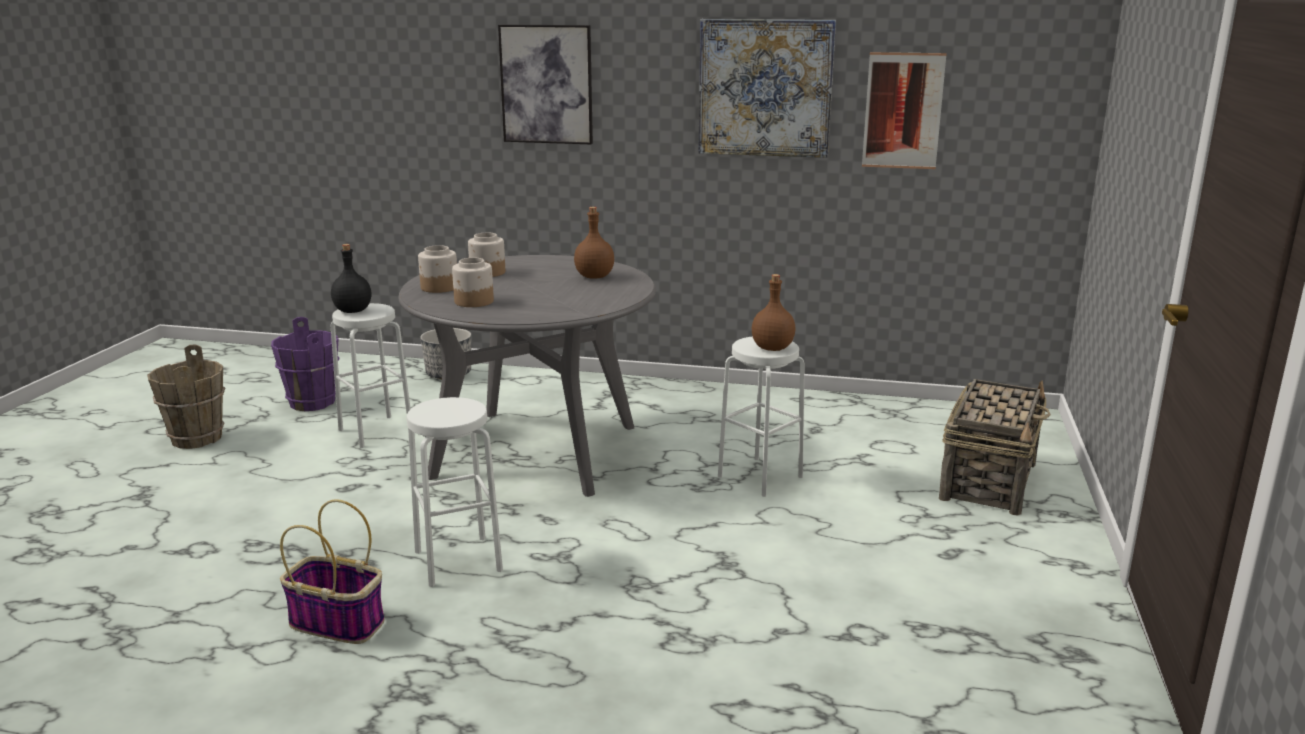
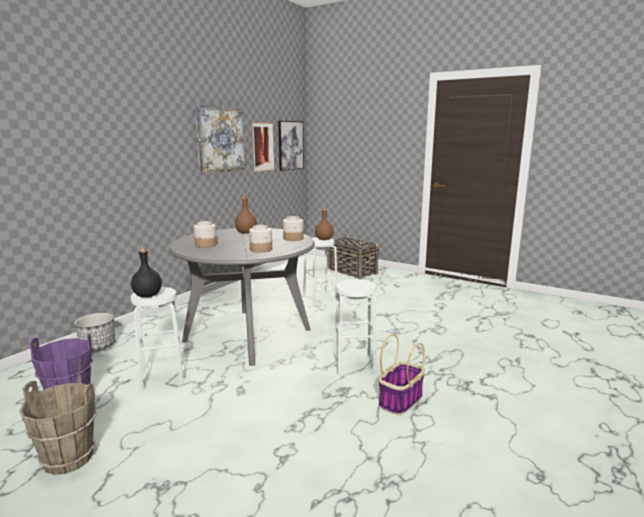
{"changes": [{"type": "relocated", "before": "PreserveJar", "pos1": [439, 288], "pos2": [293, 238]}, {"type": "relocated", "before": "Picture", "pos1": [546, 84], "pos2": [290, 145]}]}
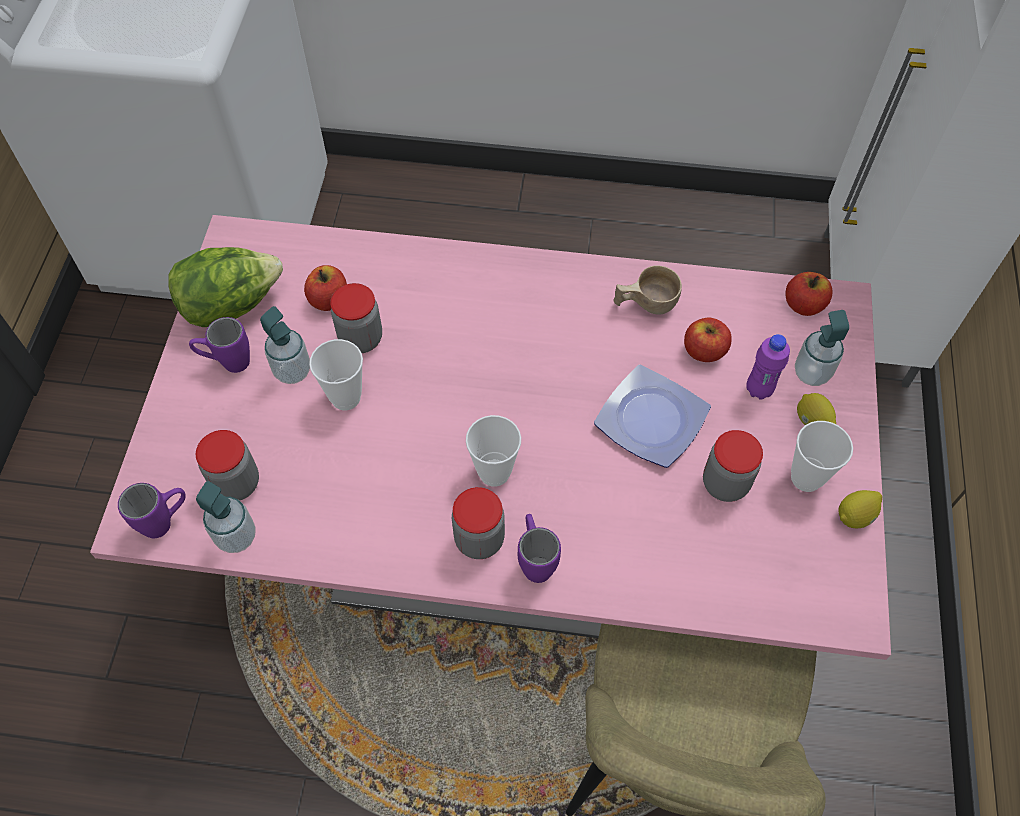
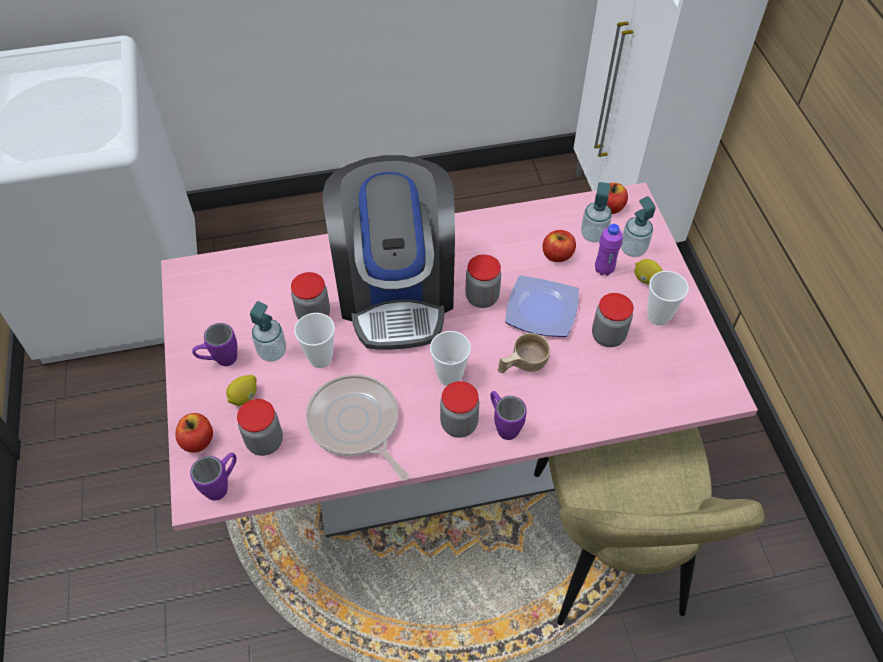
{"changes": [{"type": "missing", "before": "Lettuce", "pos1": [232, 306]}, {"type": "appeared", "after": "FryingPan", "pos2": [356, 424]}, {"type": "appeared", "after": "CoffeeBrewer", "pos2": [396, 290]}, {"type": "appeared", "after": "PreserveJar", "pos2": [482, 297]}, {"type": "relocated", "before": "LiquidSoapBottle", "pos1": [236, 537], "pos2": [593, 235]}, {"type": "relocated", "before": "AppleFruit", "pos1": [329, 300], "pos2": [198, 440]}, {"type": "relocated", "before": "BeigeColouredCup", "pos1": [645, 304], "pos2": [522, 365]}, {"type": "relocated", "before": "WholeLemon", "pos1": [855, 516], "pos2": [244, 397]}]}
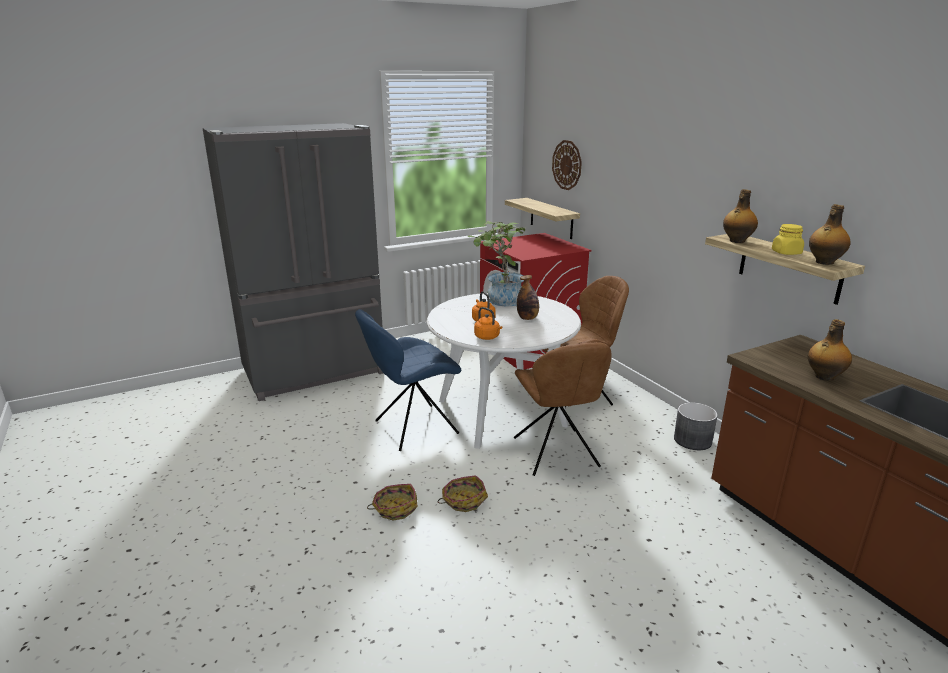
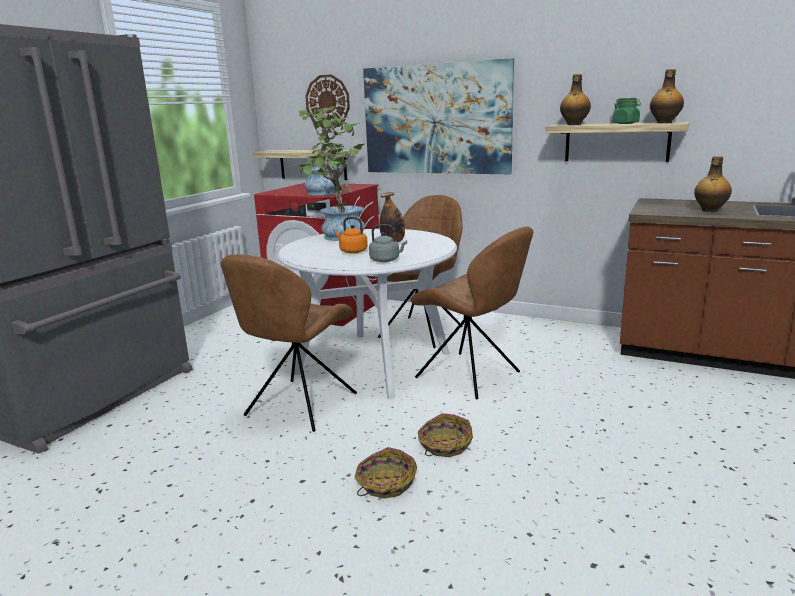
{"changes": [{"type": "missing", "before": "GrayPlanter", "pos1": [692, 440]}, {"type": "appeared", "after": "PottedPlant", "pos2": [330, 192]}, {"type": "appeared", "after": "Picture", "pos2": [436, 119]}, {"type": "colour", "before": "BluishUprightChair", "after": "BrownColouredUprightChair", "pos1": [413, 428], "pos2": [299, 406]}, {"type": "colour", "before": "OrangeTeaKettle", "after": "GrayTeaKettle", "pos1": [488, 337], "pos2": [386, 260]}, {"type": "colour", "before": "YellowishPreserveJar", "after": "GreenColouredPreserveJar", "pos1": [786, 253], "pos2": [625, 123]}]}
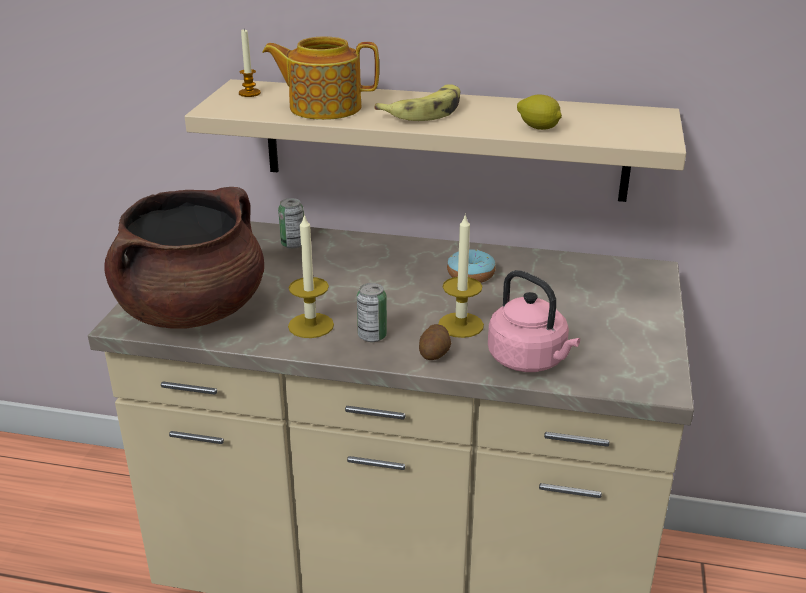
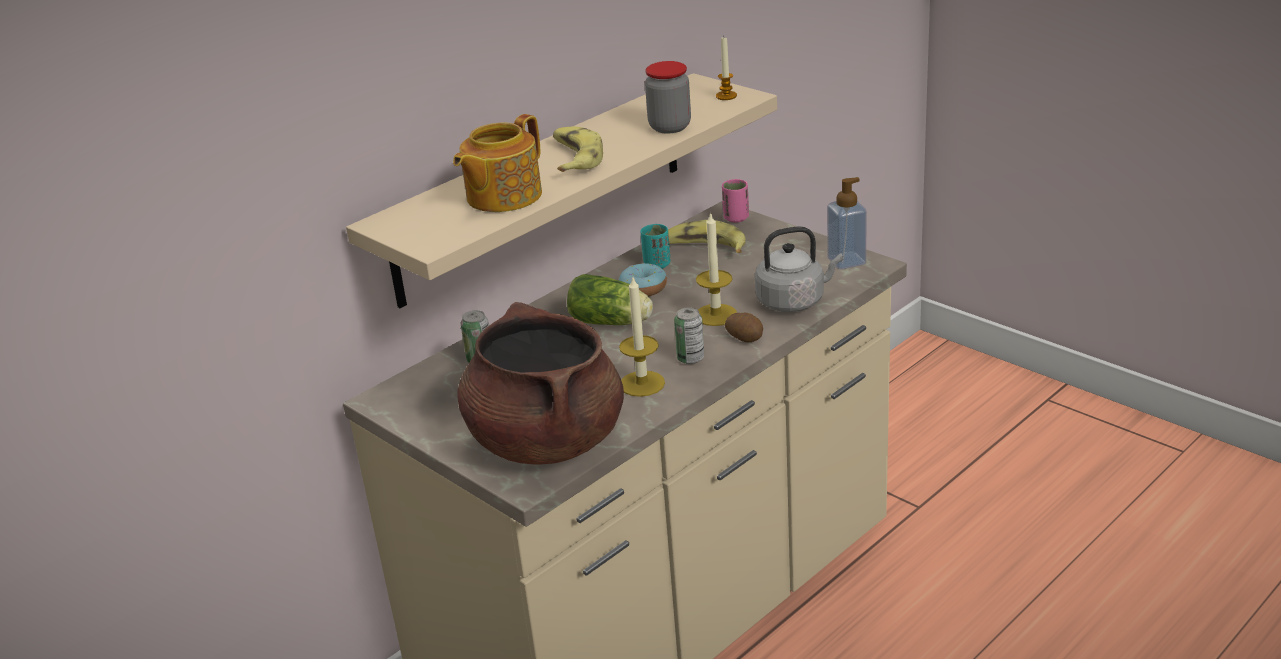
{"changes": [{"type": "appeared", "after": "Lettuce", "pos2": [612, 322]}, {"type": "appeared", "after": "TurquoiseCup", "pos2": [657, 265]}, {"type": "appeared", "after": "Banana", "pos2": [704, 247]}, {"type": "appeared", "after": "PinkishCup", "pos2": [736, 218]}, {"type": "appeared", "after": "LiquidSoapBottle", "pos2": [846, 261]}, {"type": "relocated", "before": "WaxLight", "pos1": [249, 93], "pos2": [726, 96]}, {"type": "exchanged", "before": "WholeLemon", "after": "PreserveJar", "pos1": [538, 128], "pos2": [669, 127]}, {"type": "colour", "before": "PinkishTeaKettle", "after": "GrayTeaKettle", "pos1": [530, 360], "pos2": [794, 301]}]}
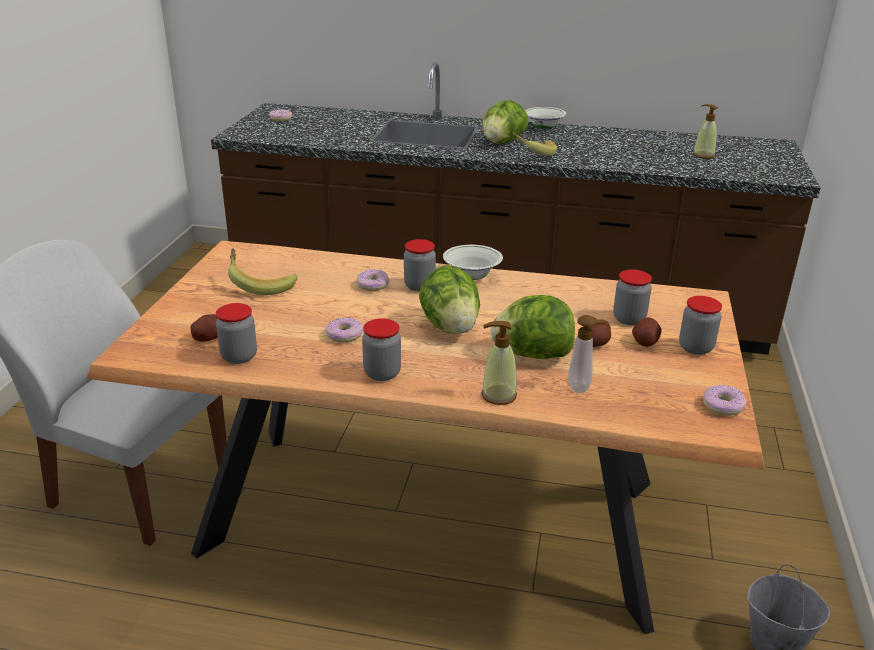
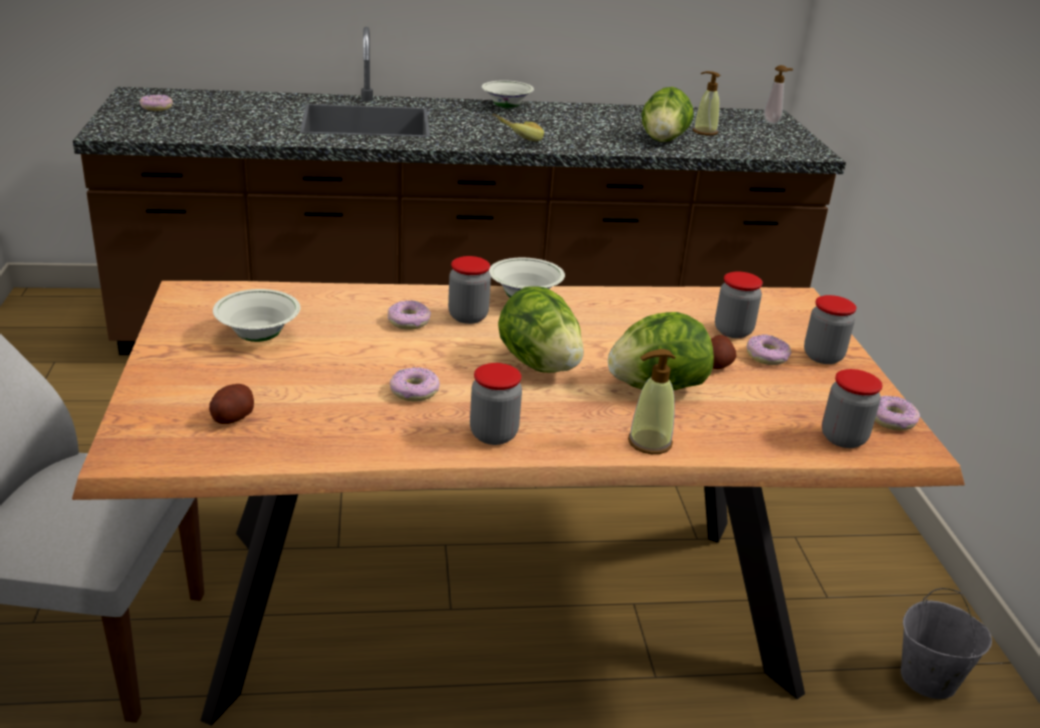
{"changes": [{"type": "relocated", "before": "PreserveJar", "pos1": [239, 356], "pos2": [843, 438]}, {"type": "relocated", "before": "Lettuce", "pos1": [502, 142], "pos2": [664, 140]}, {"type": "relocated", "before": "LiquidSoapBottle", "pos1": [581, 388], "pos2": [772, 122]}, {"type": "exchanged", "before": "Banana", "after": "WhitishBowl", "pos1": [260, 285], "pos2": [258, 337]}, {"type": "exchanged", "before": "Potato", "after": "Donut", "pos1": [645, 342], "pos2": [767, 356]}]}
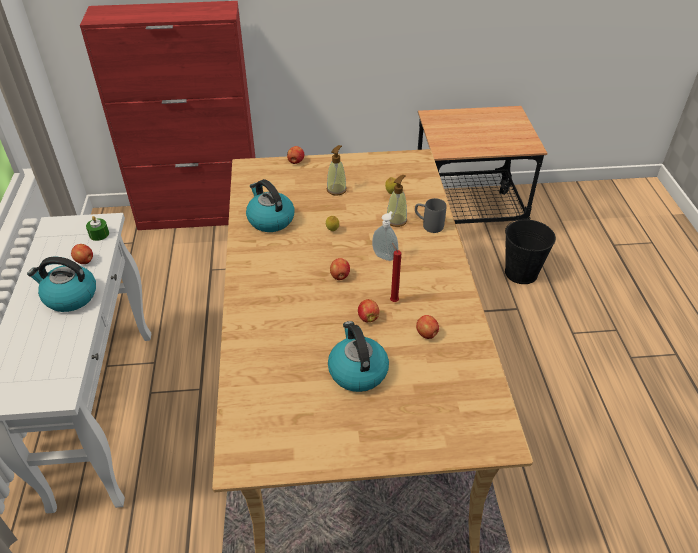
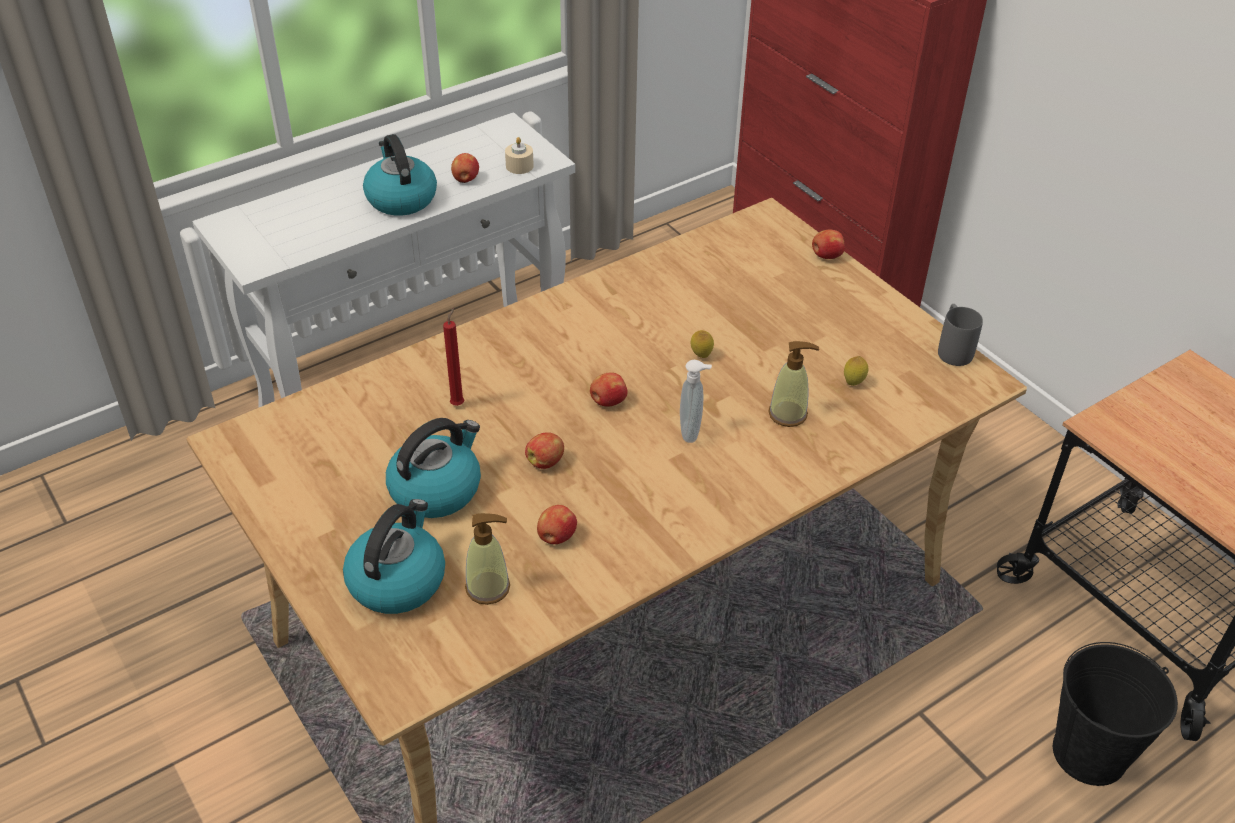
{"changes": [{"type": "relocated", "before": "TeaKettle", "pos1": [270, 220], "pos2": [397, 580]}, {"type": "relocated", "before": "LiquidSoapBottle", "pos1": [336, 189], "pos2": [488, 587]}, {"type": "relocated", "before": "RedWaxLight", "pos1": [393, 300], "pos2": [458, 403]}, {"type": "relocated", "before": "GrayTeaMug", "pos1": [428, 225], "pos2": [952, 349]}, {"type": "colour", "before": "GreenColouredWaxLight", "after": "BeigeColouredWaxLight", "pos1": [99, 234], "pos2": [519, 166]}]}
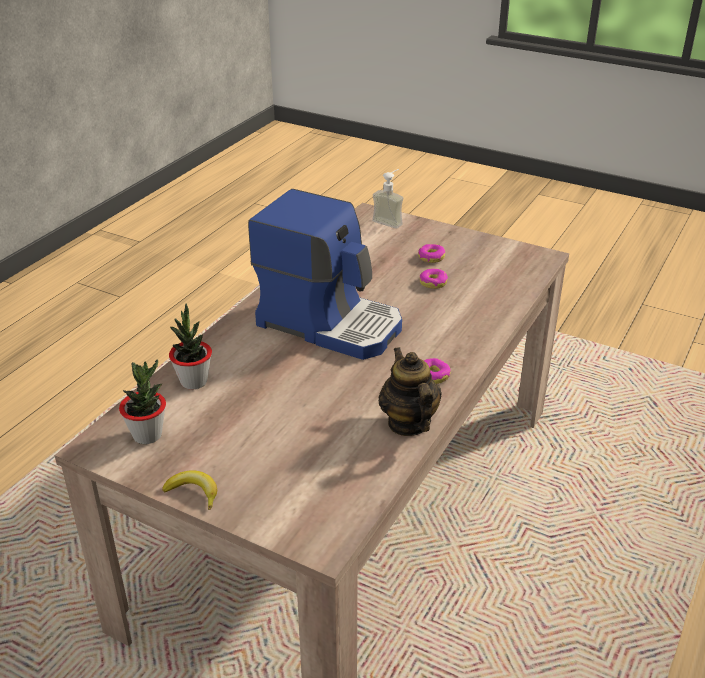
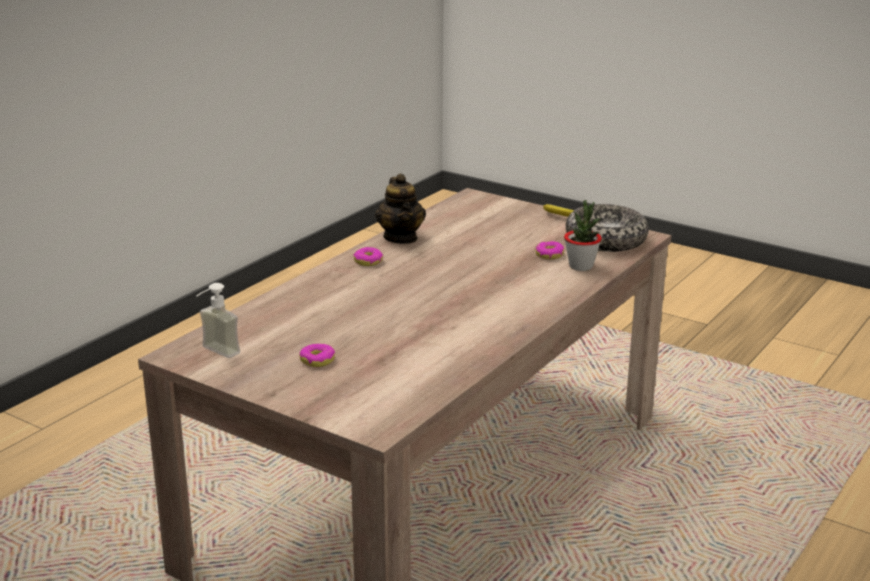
{"changes": [{"type": "missing", "before": "CoffeeBrewer", "pos1": [330, 323]}, {"type": "relocated", "before": "LiquidSoapBottle", "pos1": [390, 220], "pos2": [215, 353]}, {"type": "relocated", "before": "Donut", "pos1": [433, 282], "pos2": [549, 255]}, {"type": "exchanged", "before": "PottedPlant", "after": "Bowl", "pos1": [148, 435], "pos2": [605, 240]}]}
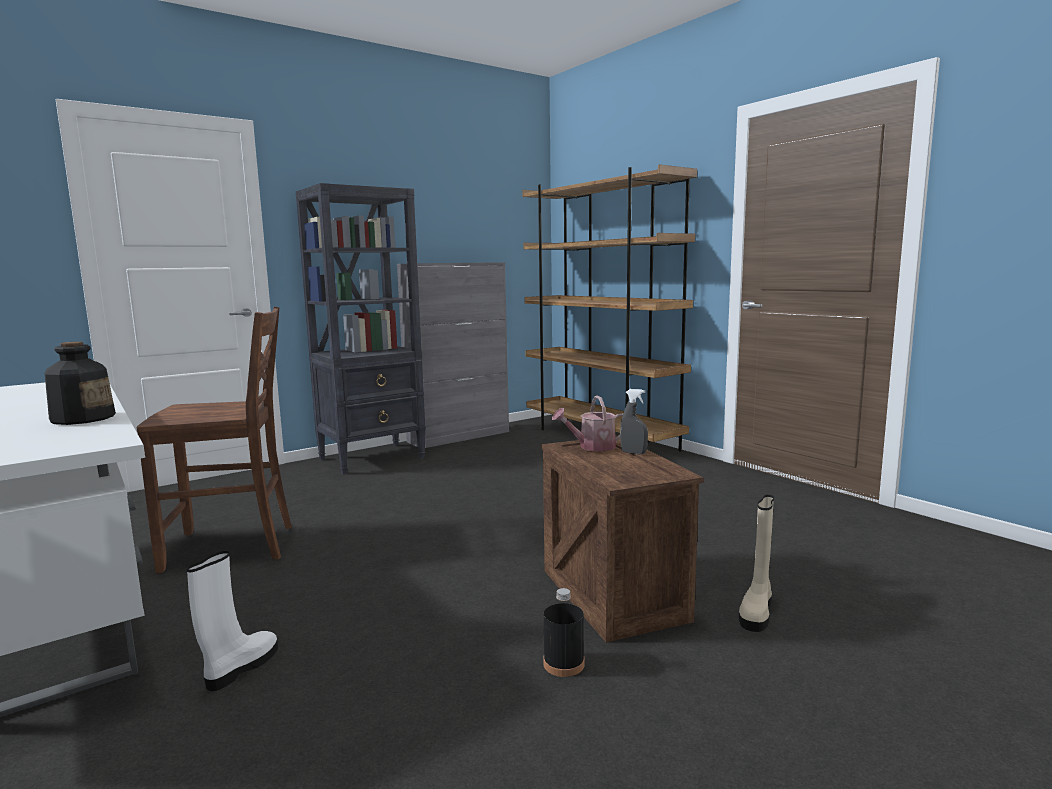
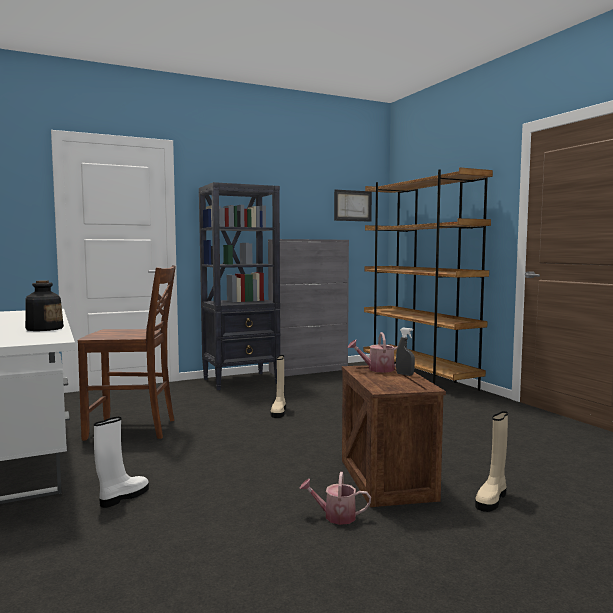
{"changes": [{"type": "appeared", "after": "BeigeColouredTallBoot", "pos2": [279, 412]}, {"type": "appeared", "after": "Picture", "pos2": [352, 205]}, {"type": "exchanged", "before": "BlackBottle", "after": "WateringCan", "pos1": [563, 664], "pos2": [335, 516]}]}
